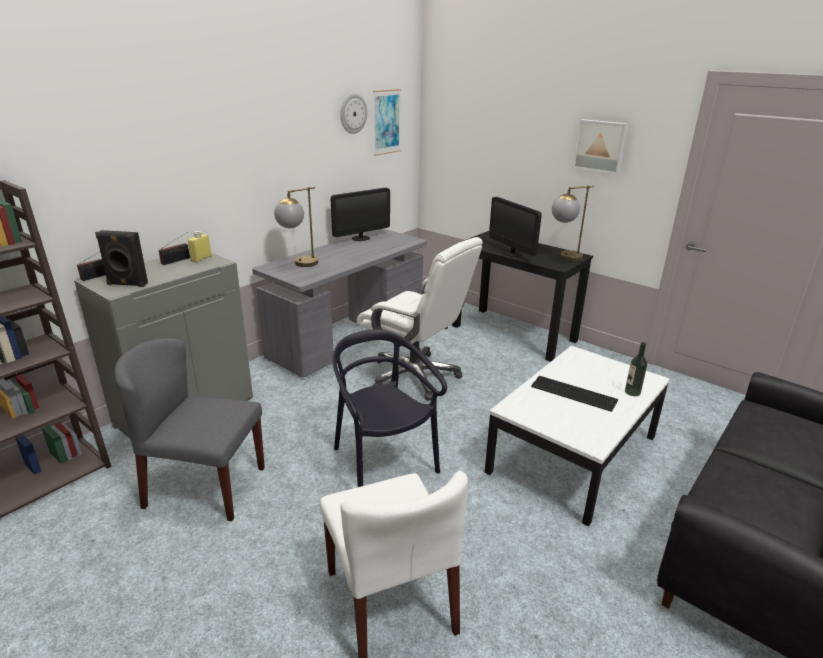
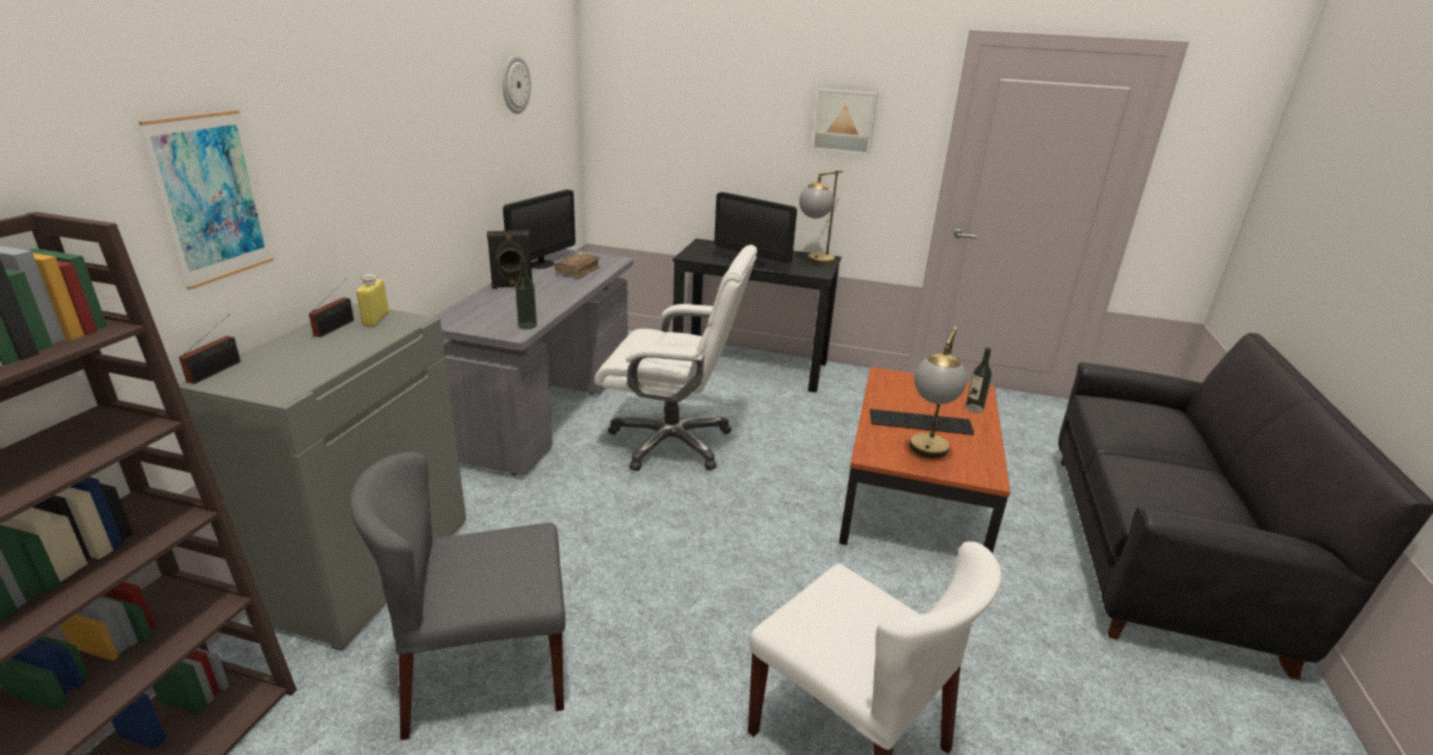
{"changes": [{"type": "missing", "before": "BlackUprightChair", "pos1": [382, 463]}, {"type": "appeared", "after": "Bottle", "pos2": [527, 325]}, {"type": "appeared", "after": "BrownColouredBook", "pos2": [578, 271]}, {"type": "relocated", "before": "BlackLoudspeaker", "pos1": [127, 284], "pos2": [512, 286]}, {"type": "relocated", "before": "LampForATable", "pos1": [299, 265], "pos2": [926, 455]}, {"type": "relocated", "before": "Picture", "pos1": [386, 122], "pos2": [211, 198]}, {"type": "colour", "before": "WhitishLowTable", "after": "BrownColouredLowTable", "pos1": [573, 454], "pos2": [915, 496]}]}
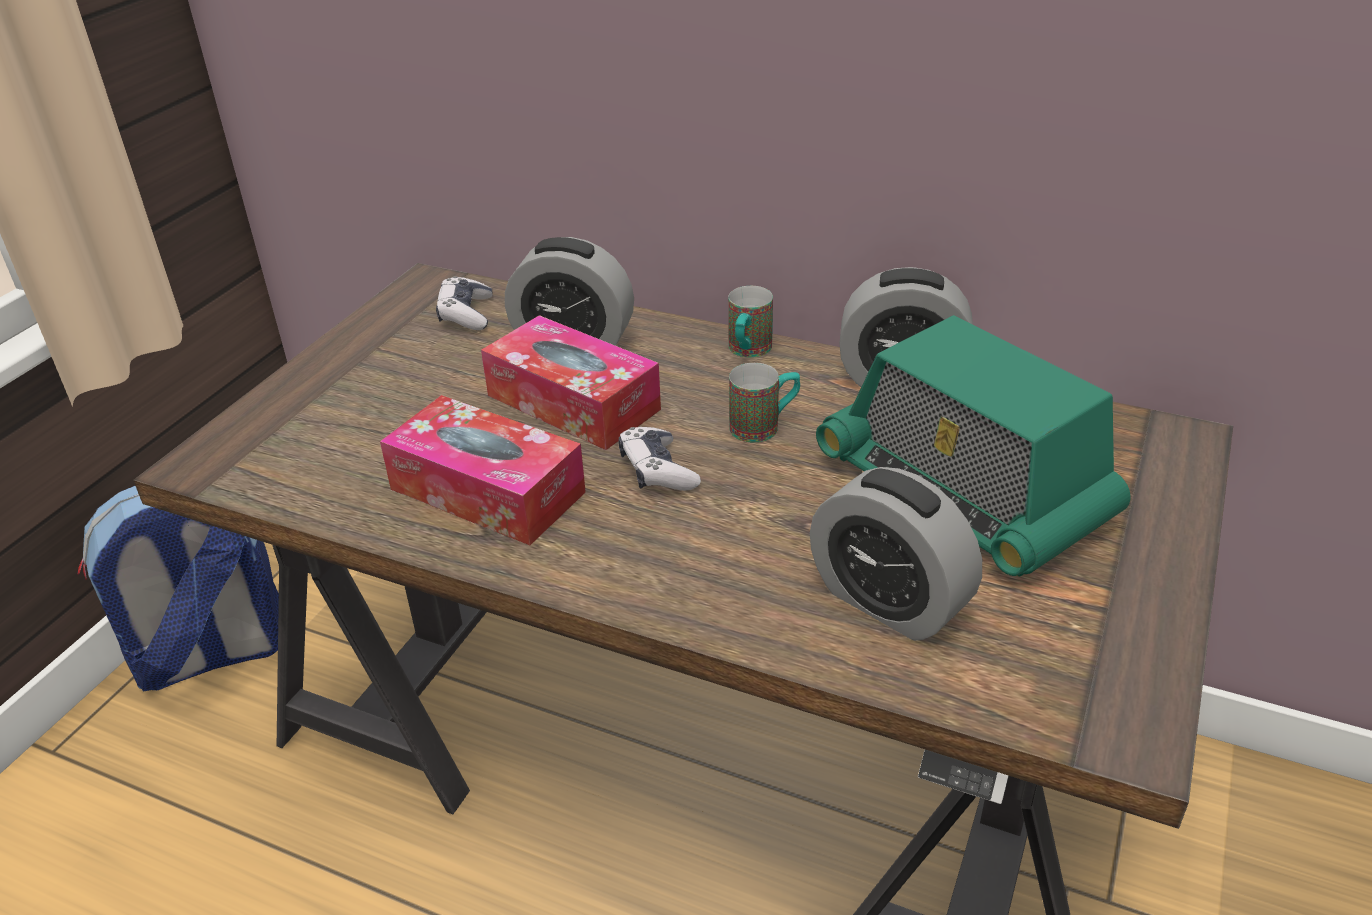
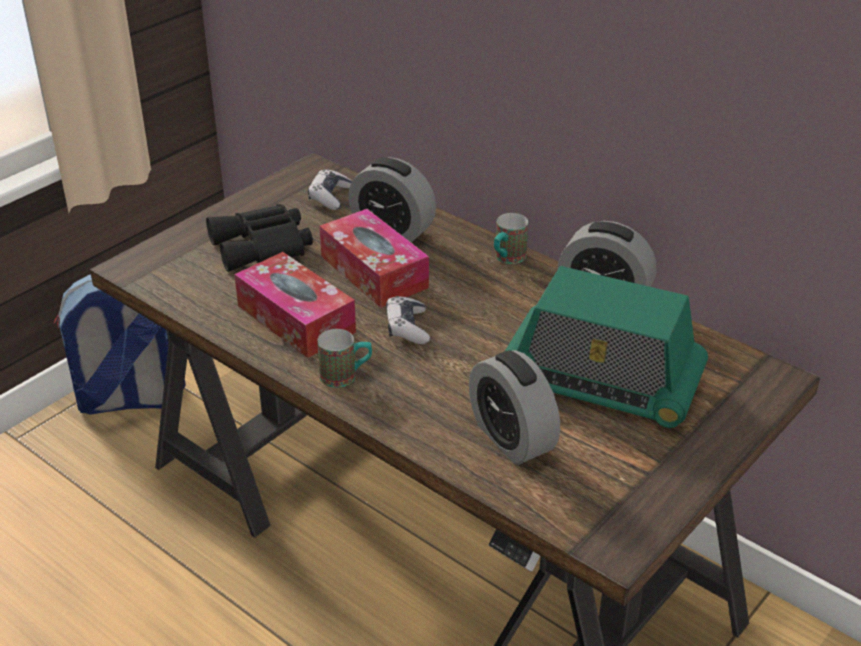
{"changes": [{"type": "appeared", "after": "BlackPairOfBinoculars", "pos2": [263, 247]}, {"type": "relocated", "before": "TeaMug", "pos1": [764, 426], "pos2": [346, 376]}, {"type": "spun", "before": "RadioSet", "pos1": [963, 490], "pos2": [600, 381], "turn": -45}]}
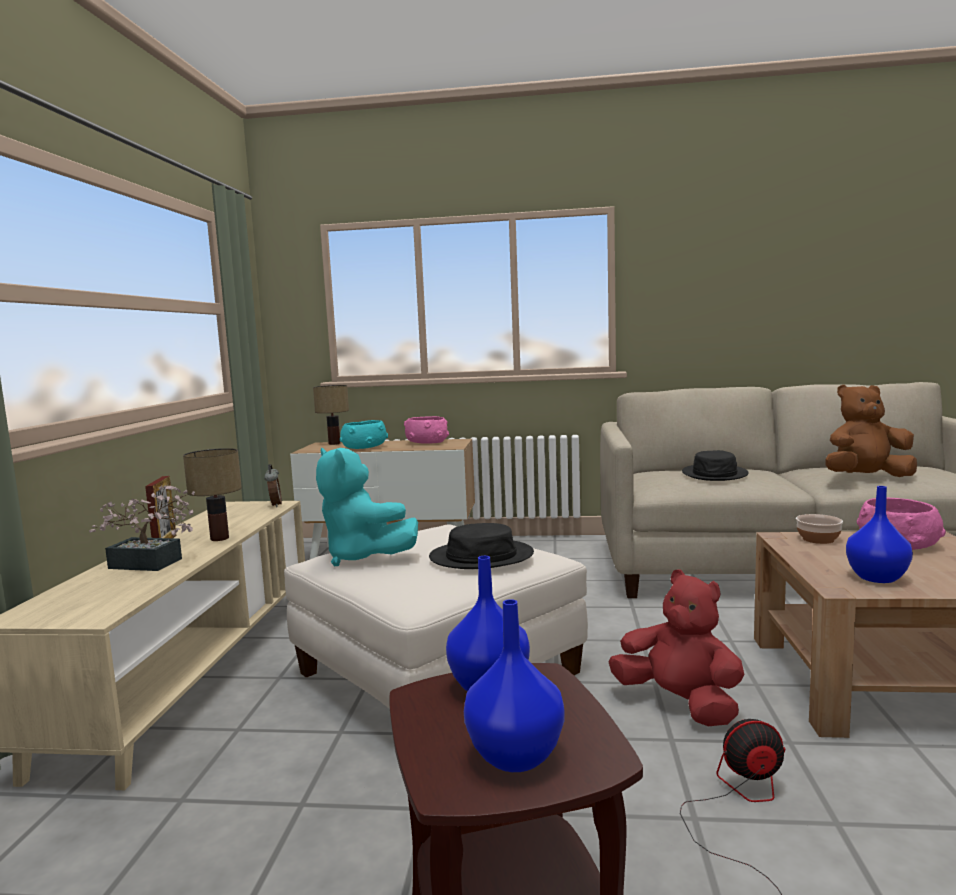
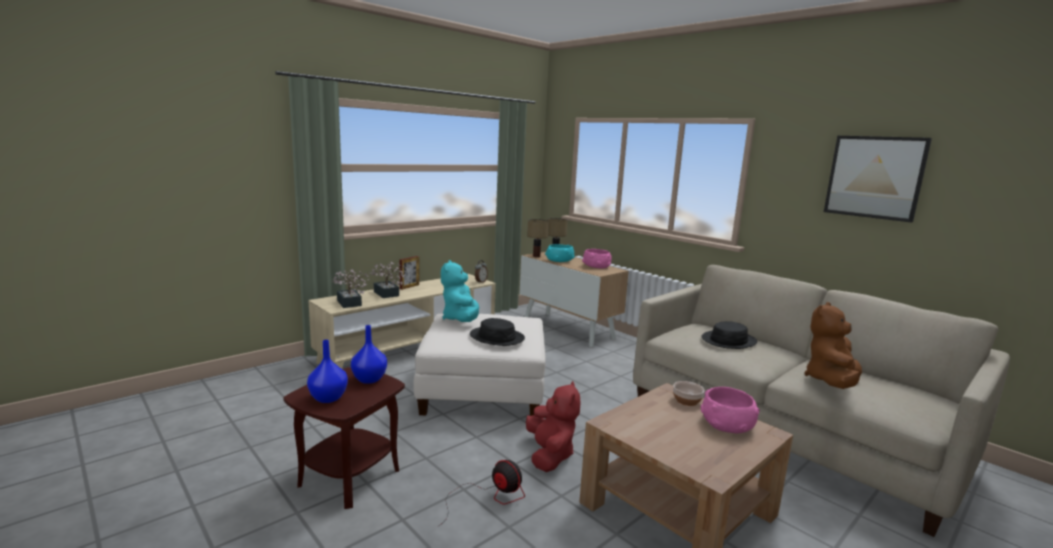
{"changes": [{"type": "missing", "before": "BluishVase", "pos1": [875, 577]}, {"type": "appeared", "after": "PottedPlant", "pos2": [349, 304]}, {"type": "appeared", "after": "Picture", "pos2": [874, 177]}, {"type": "relocated", "before": "LampForATable", "pos1": [218, 538], "pos2": [536, 256]}, {"type": "spun", "before": "BrownColouredCuddlyToy", "pos1": [866, 477], "pos2": [831, 382], "turn": -90}]}
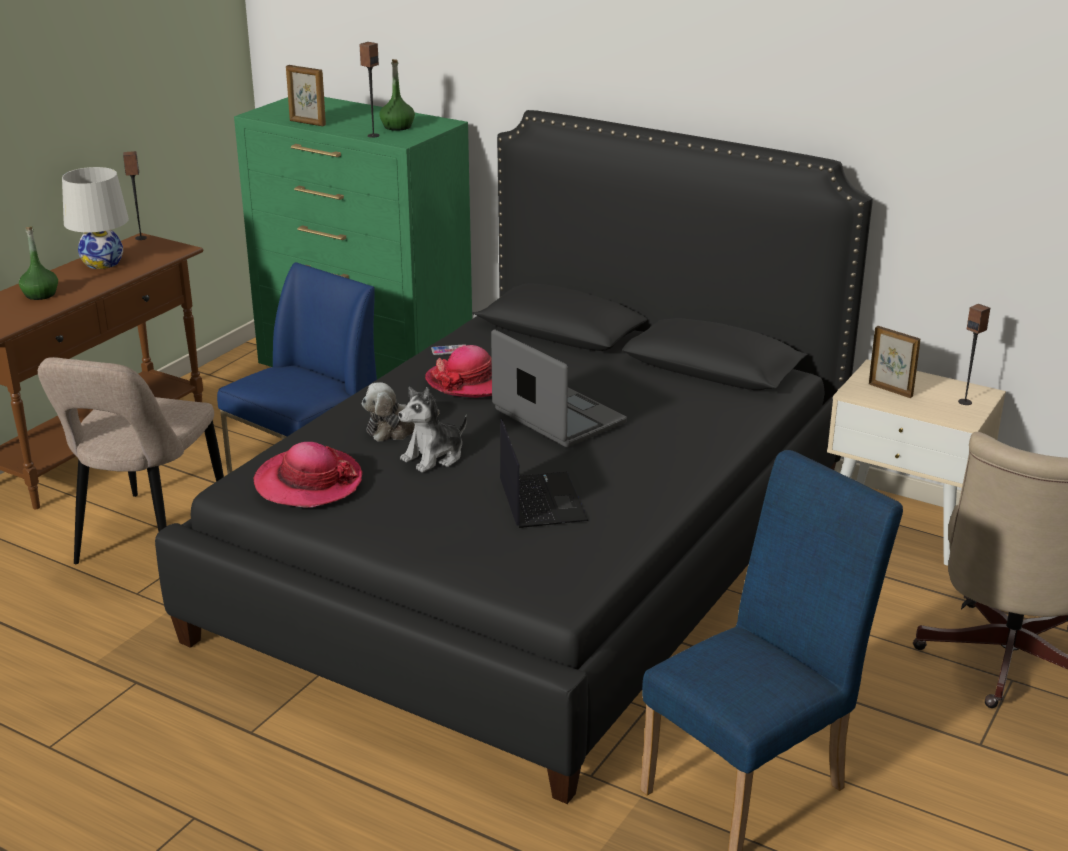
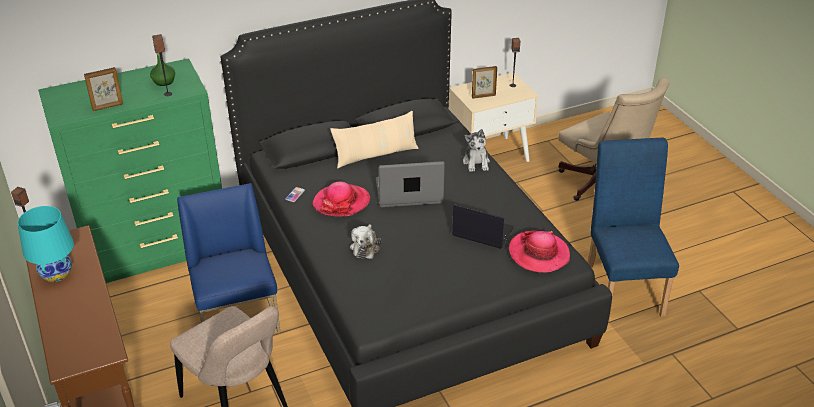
{"changes": [{"type": "missing", "before": "GreenColouredBottle", "pos1": [40, 294]}, {"type": "appeared", "after": "BeigeColouredCushion", "pos2": [376, 155]}, {"type": "relocated", "before": "Hat", "pos1": [308, 482], "pos2": [539, 253]}, {"type": "relocated", "before": "CuddlyToy", "pos1": [434, 457], "pos2": [476, 162]}, {"type": "colour", "before": "WhitishLampForATable", "after": "TurquoiseLampForATable", "pos1": [103, 263], "pos2": [56, 273]}]}
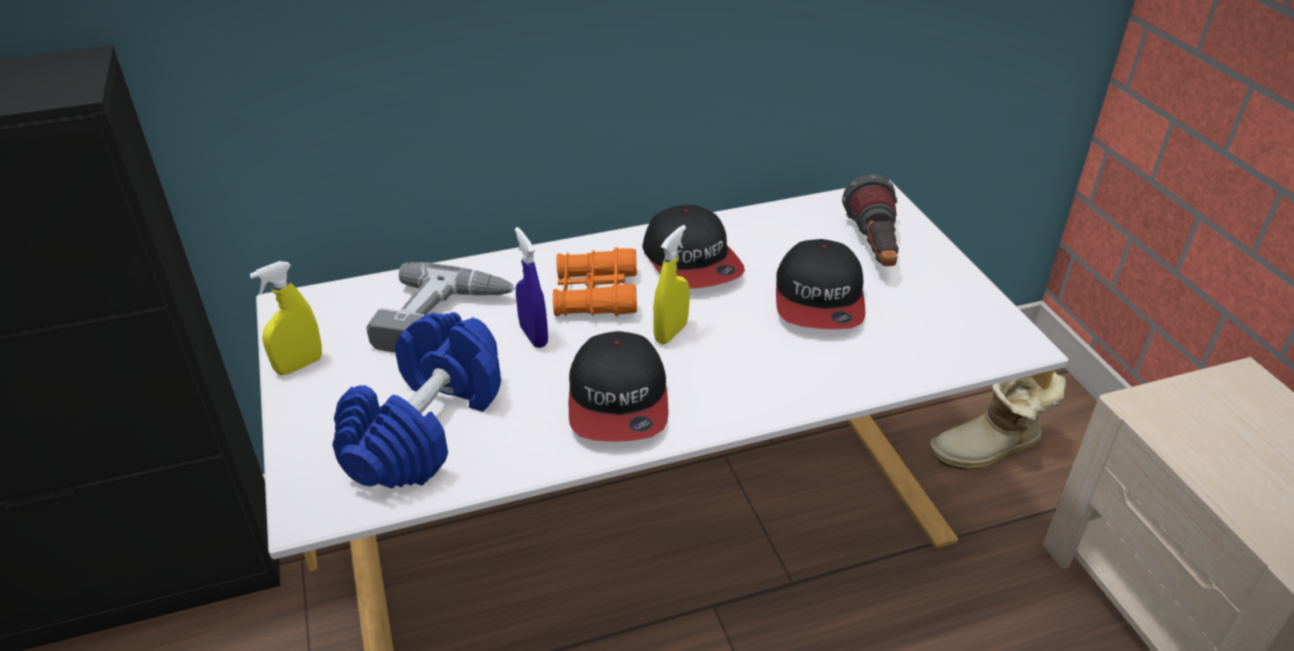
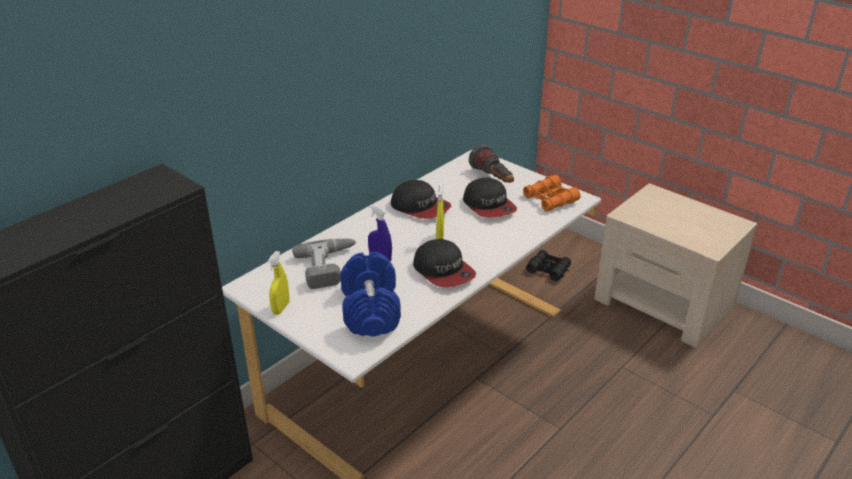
{"changes": [{"type": "relocated", "before": "OrangePairOfBinoculars", "pos1": [595, 294], "pos2": [550, 199]}, {"type": "exchanged", "before": "TallBoot", "after": "BlackPairOfBinoculars", "pos1": [989, 451], "pos2": [548, 269]}]}
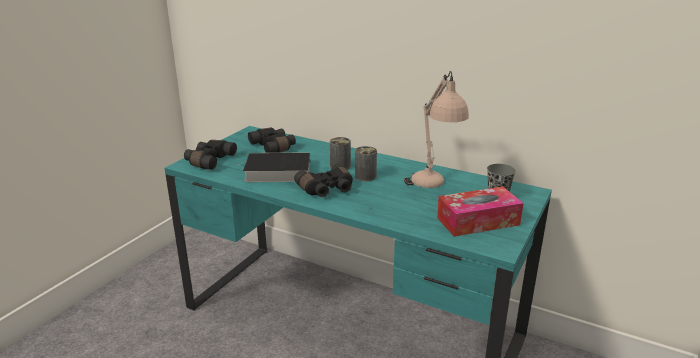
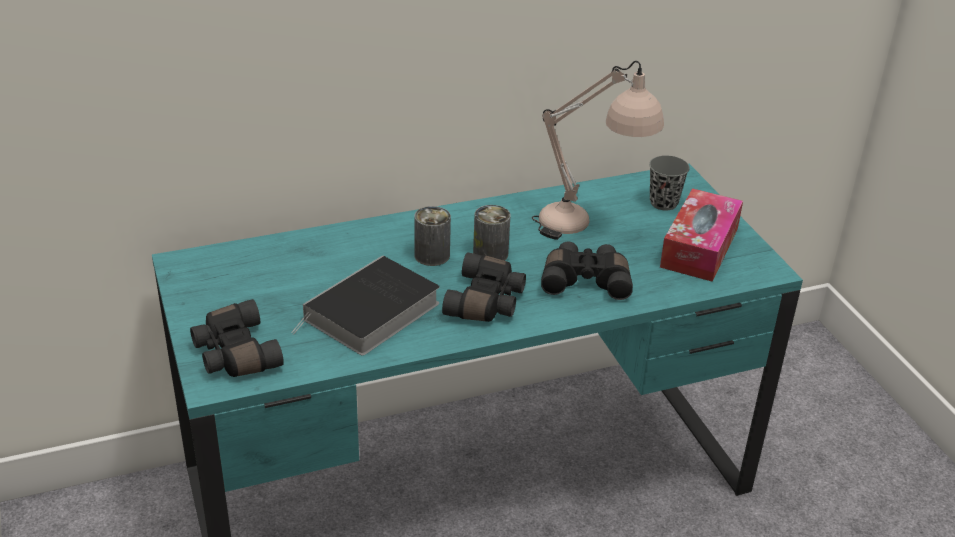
{"changes": [{"type": "relocated", "before": "BlackPairOfBinoculars", "pos1": [274, 147], "pos2": [586, 280]}]}
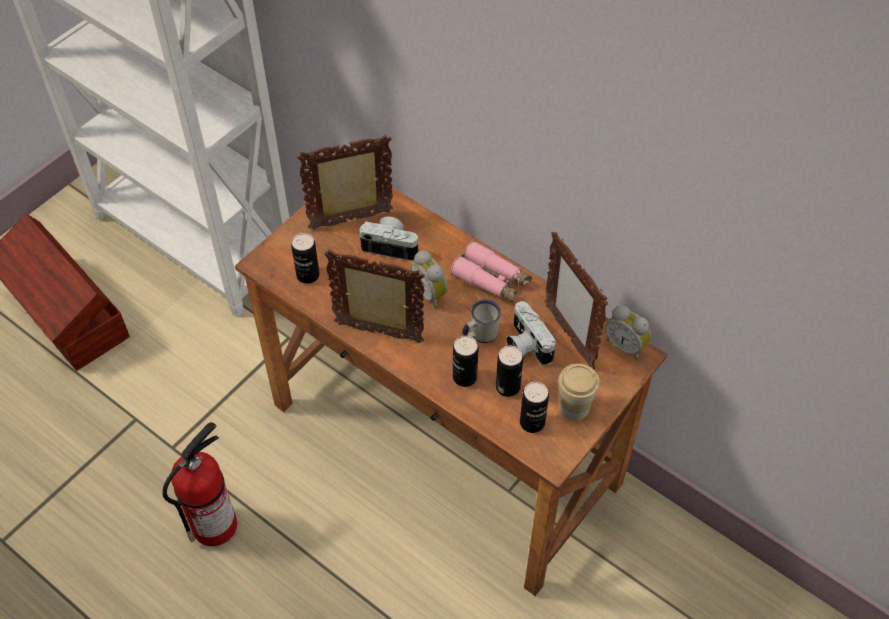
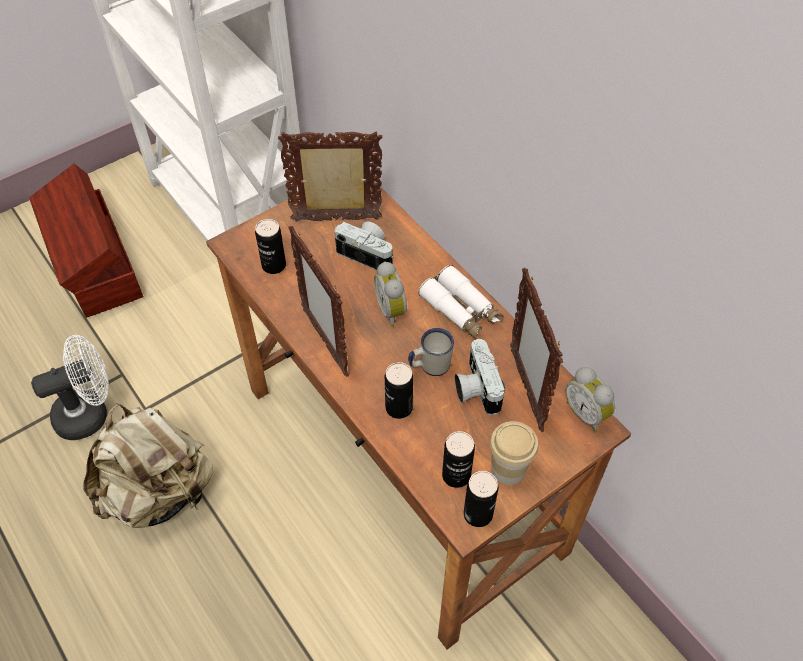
{"changes": [{"type": "appeared", "after": "WhitishCoolingFan", "pos2": [90, 413]}, {"type": "relocated", "before": "Can", "pos1": [507, 387], "pos2": [478, 514]}, {"type": "exchanged", "before": "FireFightingCylinder", "after": "BeigeColouredRucksack", "pos1": [215, 524], "pos2": [159, 492]}, {"type": "colour", "before": "PinkishPairOfBinoculars", "after": "WhitishPairOfBinoculars", "pos1": [491, 280], "pos2": [461, 310]}, {"type": "spun", "before": "PictureFrame", "pos1": [379, 334], "pos2": [325, 341], "turn": -150}]}
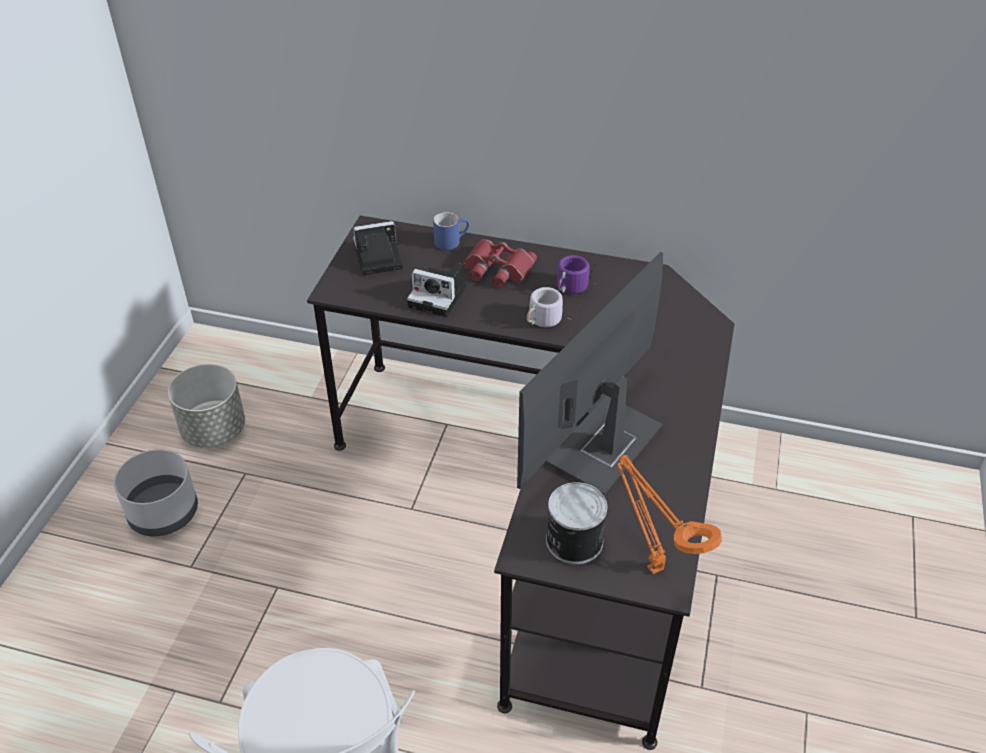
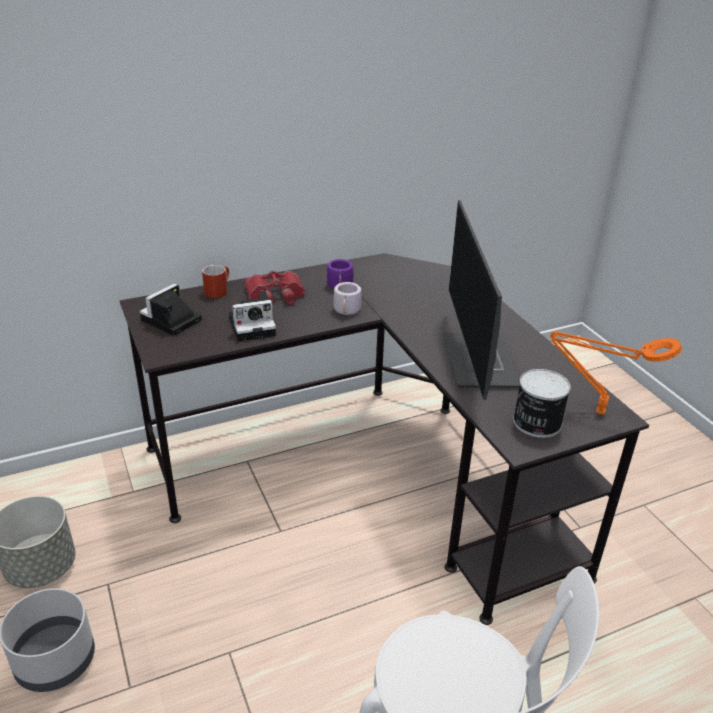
{"changes": [{"type": "colour", "before": "BluishTeaMug", "after": "RedTeaMug", "pos1": [451, 241], "pos2": [218, 290]}]}
